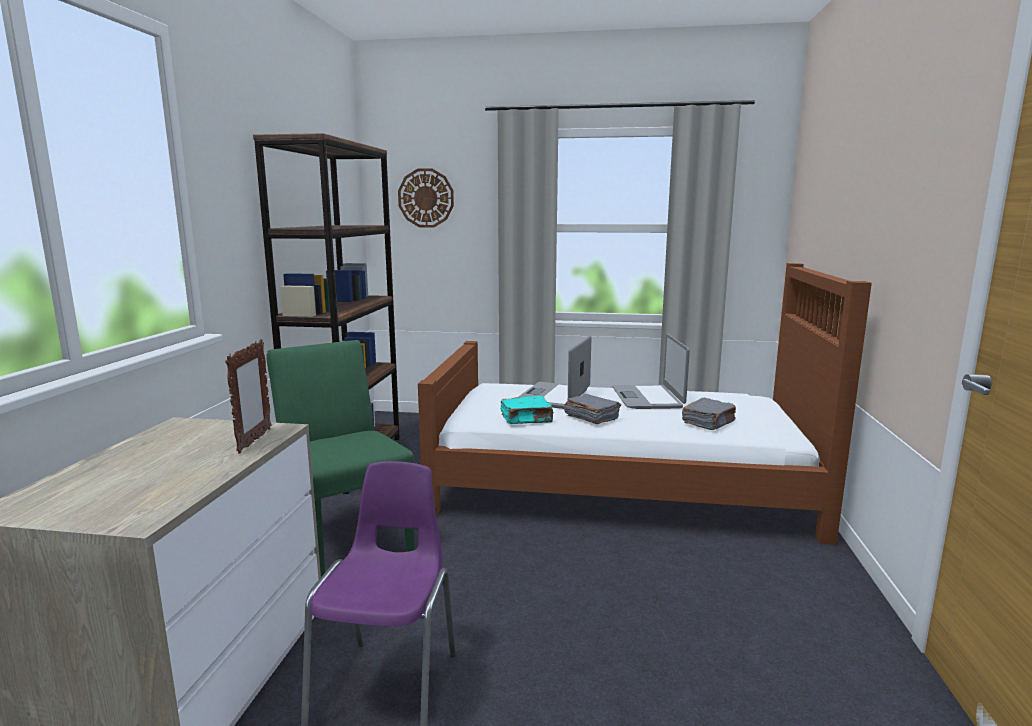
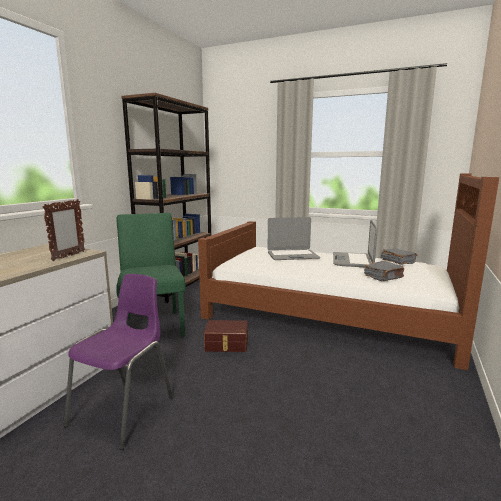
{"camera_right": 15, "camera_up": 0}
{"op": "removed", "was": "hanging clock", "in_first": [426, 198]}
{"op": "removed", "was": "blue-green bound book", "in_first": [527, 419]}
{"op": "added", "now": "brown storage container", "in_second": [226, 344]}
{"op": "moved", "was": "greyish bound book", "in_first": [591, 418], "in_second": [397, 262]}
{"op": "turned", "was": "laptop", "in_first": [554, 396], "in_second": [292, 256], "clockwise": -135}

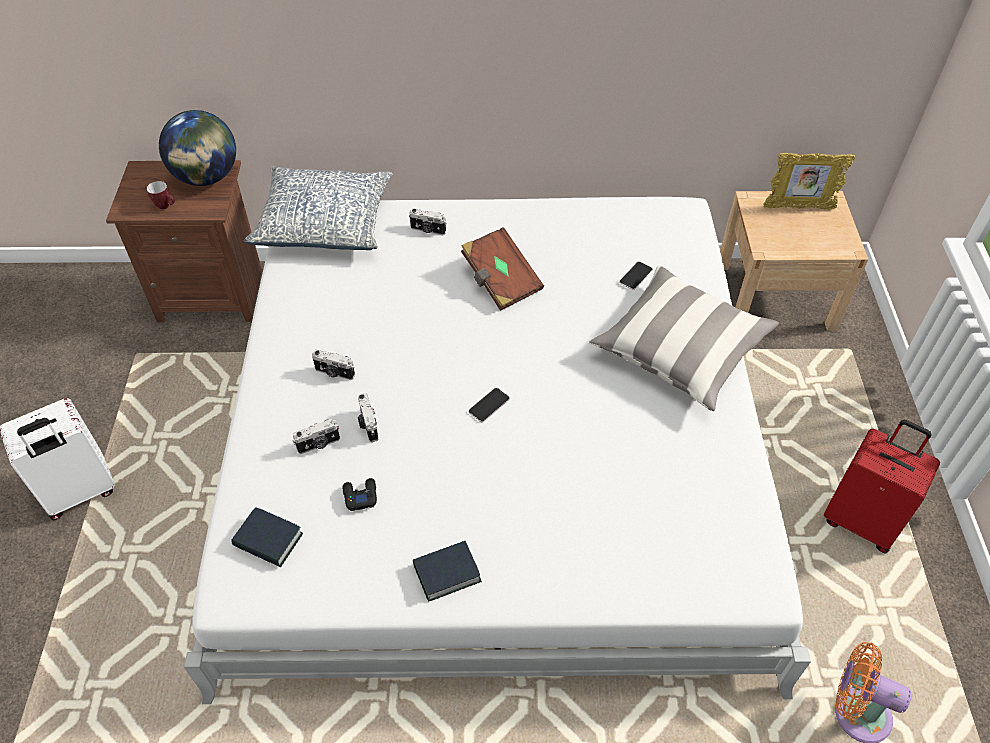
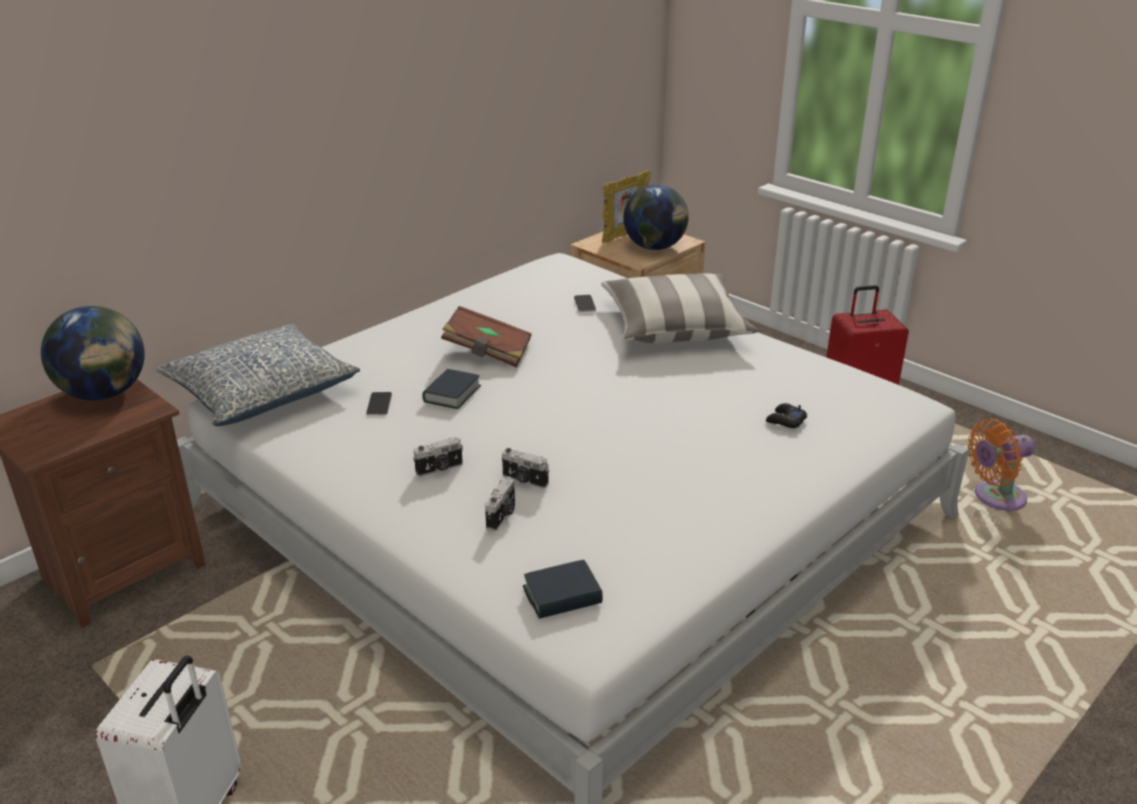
{"camera_right": -45, "camera_up": -20}
{"op": "removed", "was": "coffee mug", "in_first": [166, 206]}
{"op": "removed", "was": "photo camera", "in_first": [428, 230]}
{"op": "added", "now": "world globe", "in_second": [655, 247]}
{"op": "moved", "was": "blackish gamepad", "in_first": [360, 496], "in_second": [785, 420]}
{"op": "moved", "was": "bound book", "in_first": [446, 573], "in_second": [452, 394]}
{"op": "moved", "was": "handset", "in_first": [489, 405], "in_second": [379, 404]}

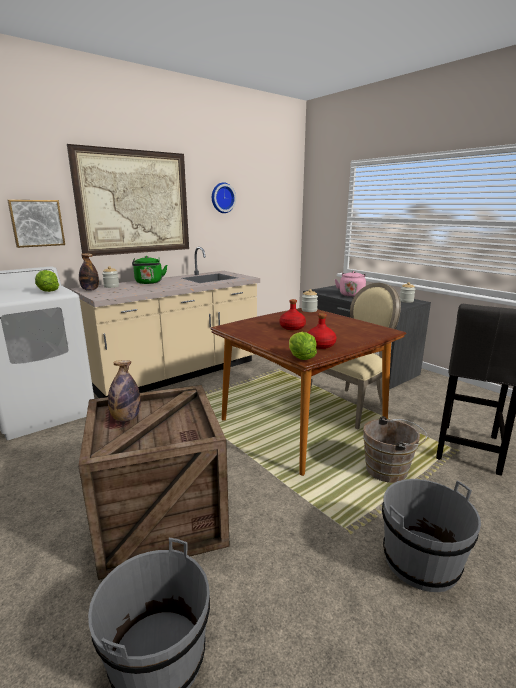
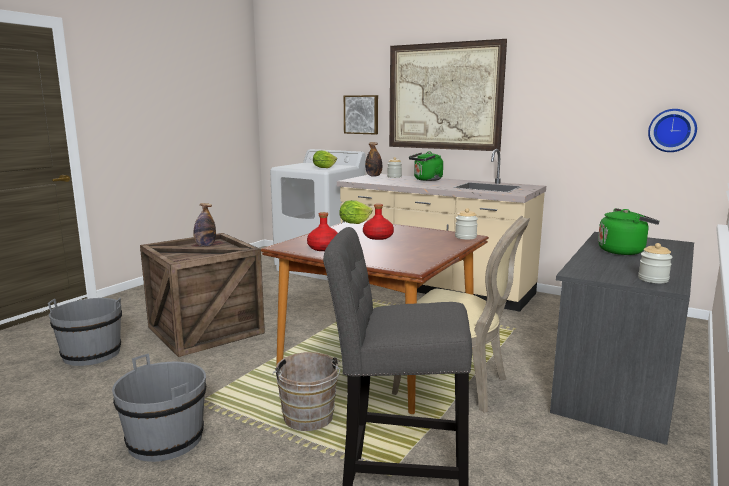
{"camera_right": 70, "camera_up": -5}
{"op": "moved", "was": "hanging clock", "in_first": [222, 198], "in_second": [672, 130]}
{"op": "moved", "was": "lettuce", "in_first": [300, 358], "in_second": [354, 223]}
{"op": "recoloured", "was": "pinkish tea kettle", "now": "greenish tea kettle", "in_first": [351, 295], "in_second": [623, 251]}

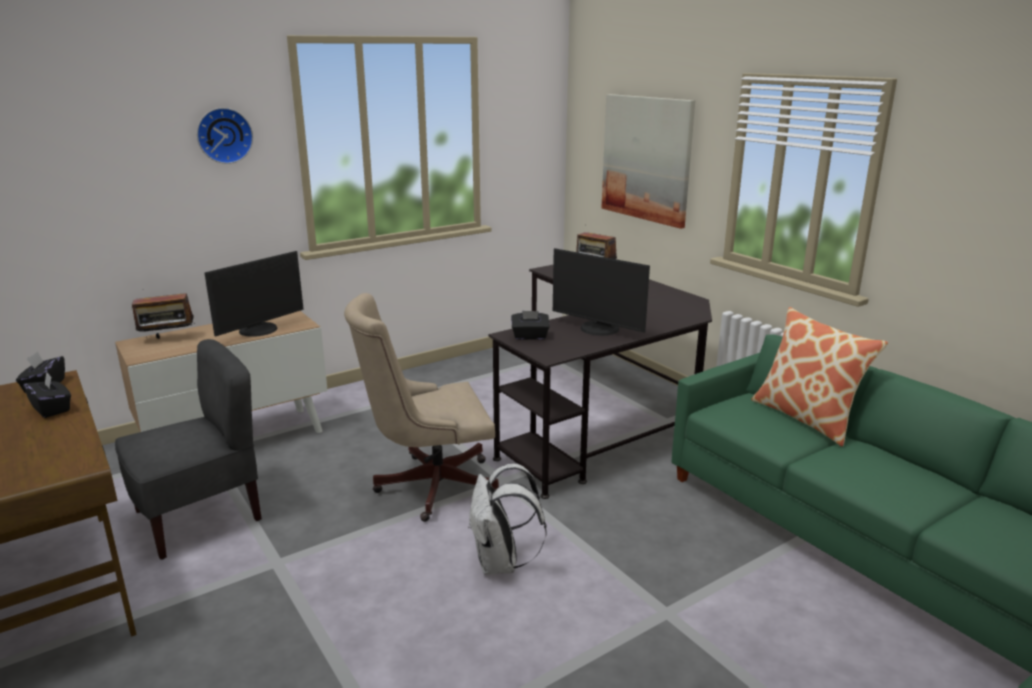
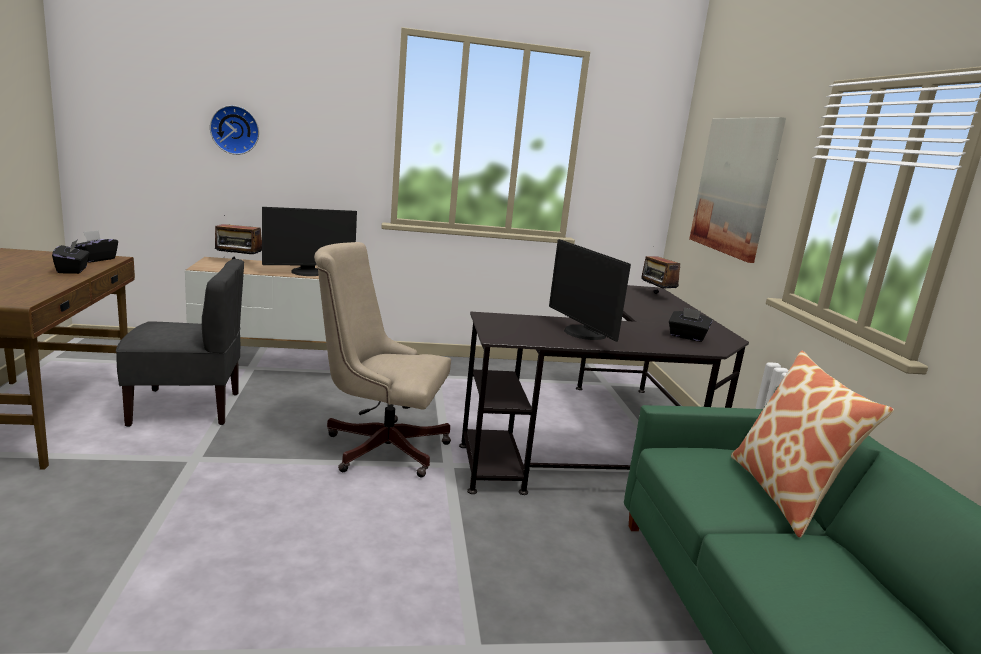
{"camera_right": 25, "camera_up": -5}
{"op": "removed", "was": "whitish knapsack", "in_first": [501, 563]}
{"op": "moved", "was": "hanging clock", "in_first": [224, 135], "in_second": [235, 130]}
{"op": "moved", "was": "blackish tissue holder", "in_first": [530, 337], "in_second": [687, 337]}

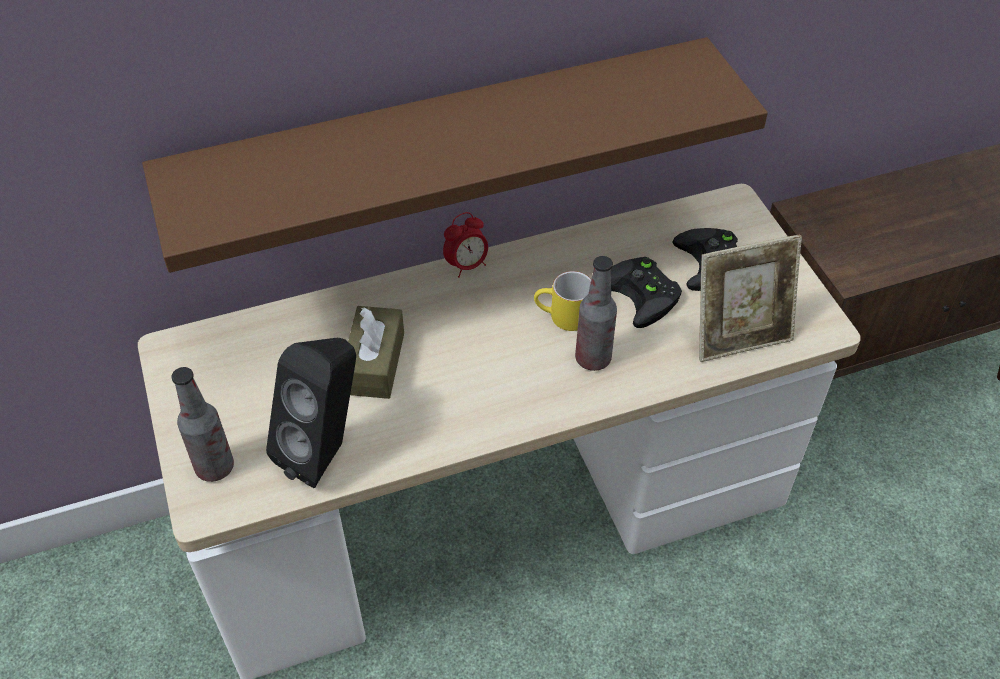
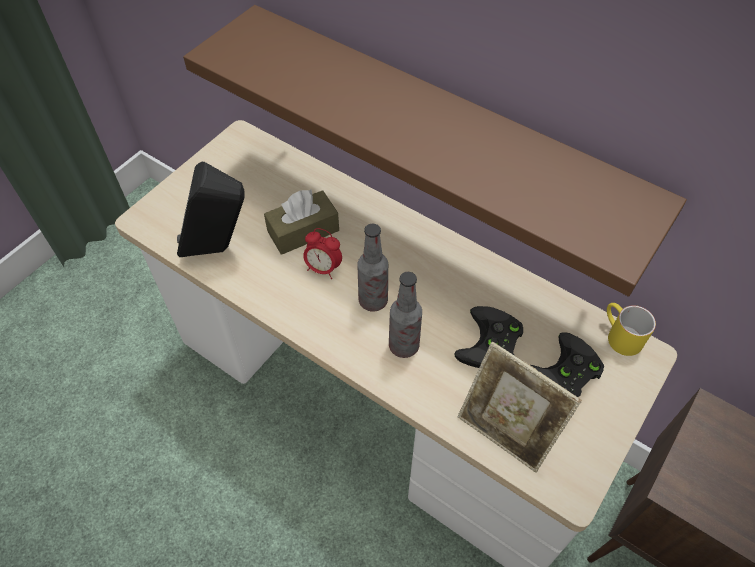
{"camera_right": 55, "camera_up": 5}
{"op": "moved", "was": "bottle", "in_first": [215, 467], "in_second": [373, 301]}
{"op": "moved", "was": "alarm clock", "in_first": [467, 265], "in_second": [323, 268]}
{"op": "moved", "was": "yellowish coffee mug", "in_first": [562, 317], "in_second": [618, 336]}

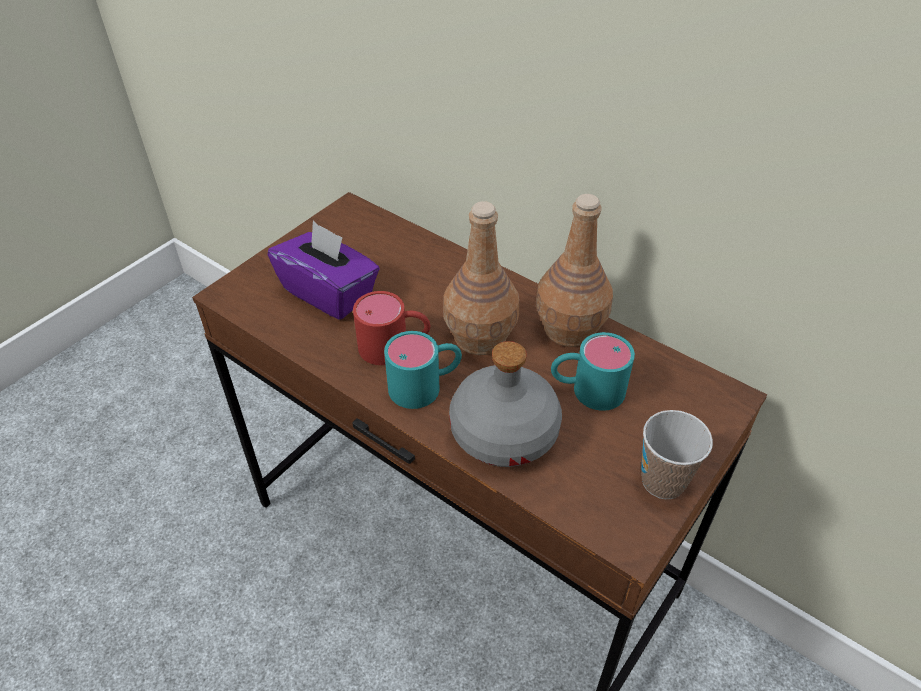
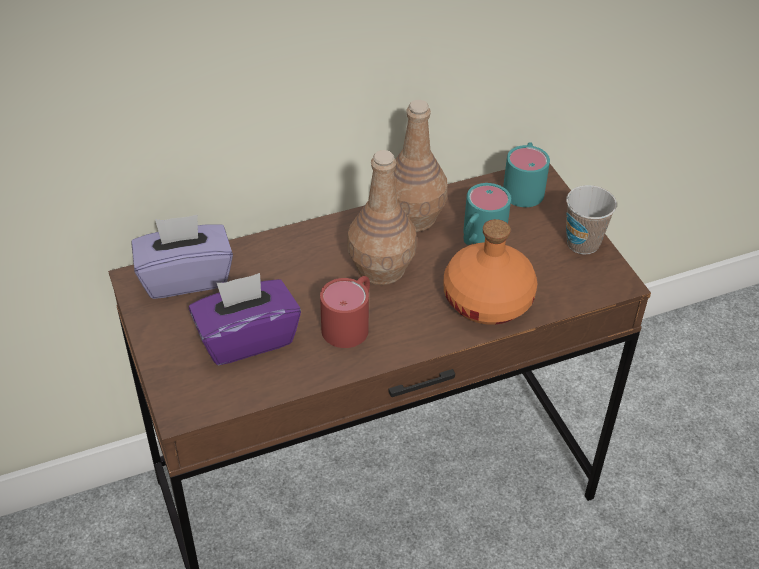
{"camera_right": -60, "camera_up": 0}
{"op": "added", "now": "purple-coloured tissue holder", "in_second": [185, 277]}
{"op": "moved", "was": "blue-green coffee mug", "in_first": [425, 385], "in_second": [524, 187]}
{"op": "recoloured", "was": "greyish bottle", "now": "orange-coloured bottle", "in_first": [505, 433], "in_second": [488, 299]}

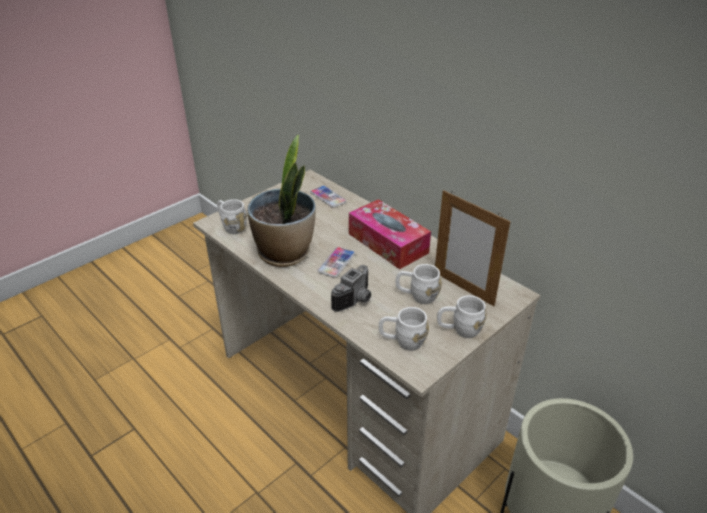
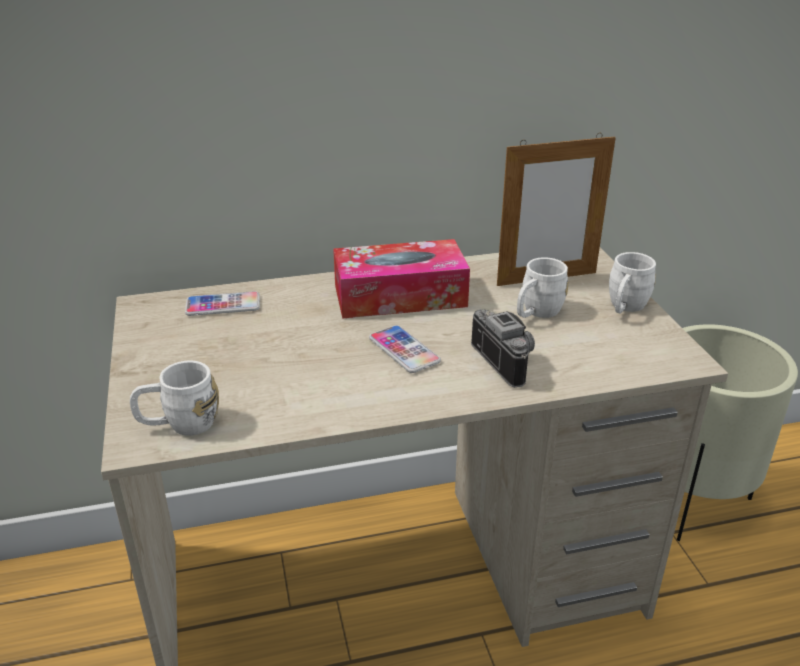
{"camera_right": -60, "camera_up": -5}
{"op": "removed", "was": "plant in a pot", "in_first": [285, 253]}
{"op": "removed", "was": "whitish coffee mug", "in_first": [402, 341]}

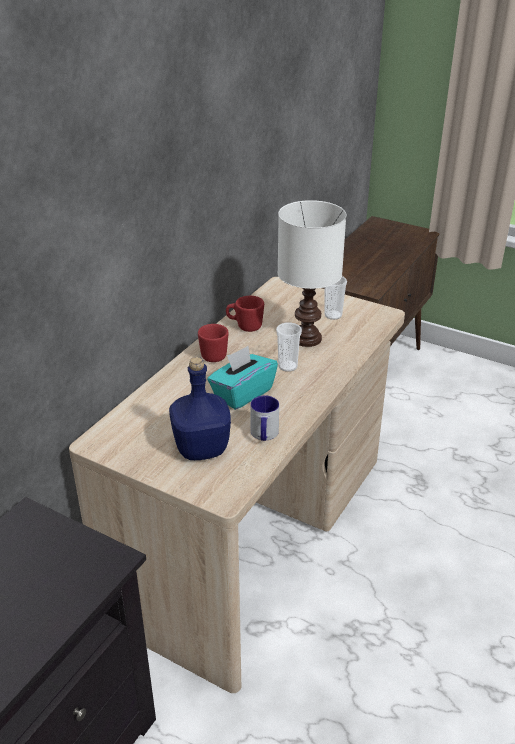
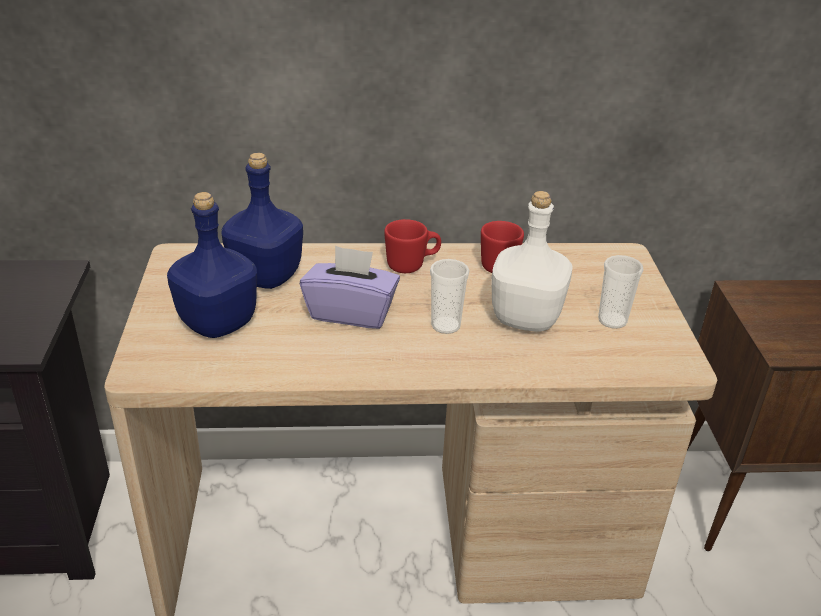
{"camera_right": 55, "camera_up": 0}
{"op": "removed", "was": "coffee mug", "in_first": [264, 435]}
{"op": "added", "now": "blue-coloured bottle", "in_second": [267, 277]}
{"op": "replaced", "was": "whitish tabletop lamp", "now": "whitish bottle", "in_first": [305, 338], "in_second": [525, 317]}
{"op": "recoloured", "was": "blue-green tissue holder", "now": "purple-coloured tissue holder", "in_first": [242, 393], "in_second": [351, 312]}

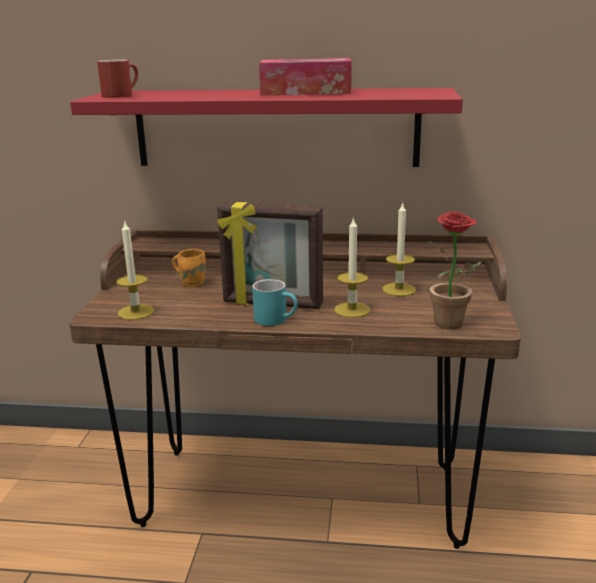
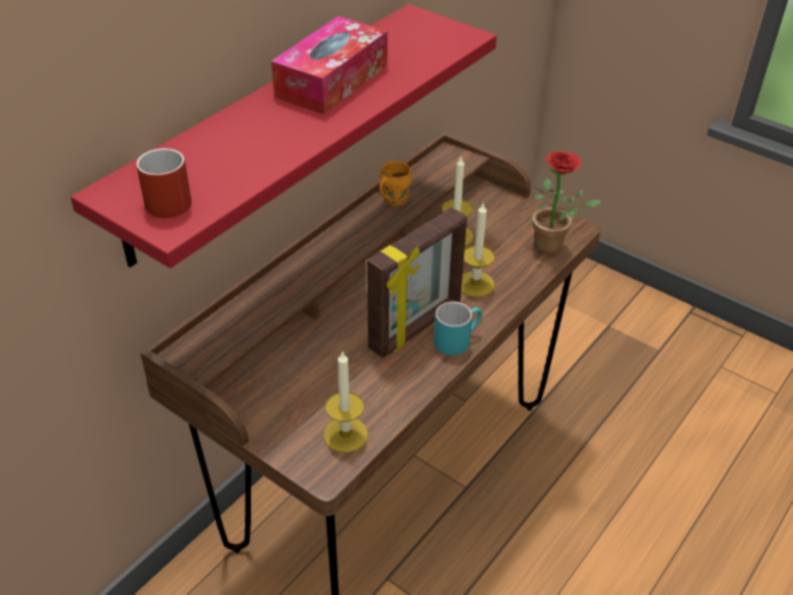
{"camera_right": -60, "camera_up": 20}
{"op": "moved", "was": "orange-coloured coffee mug", "in_first": [192, 282], "in_second": [393, 199]}

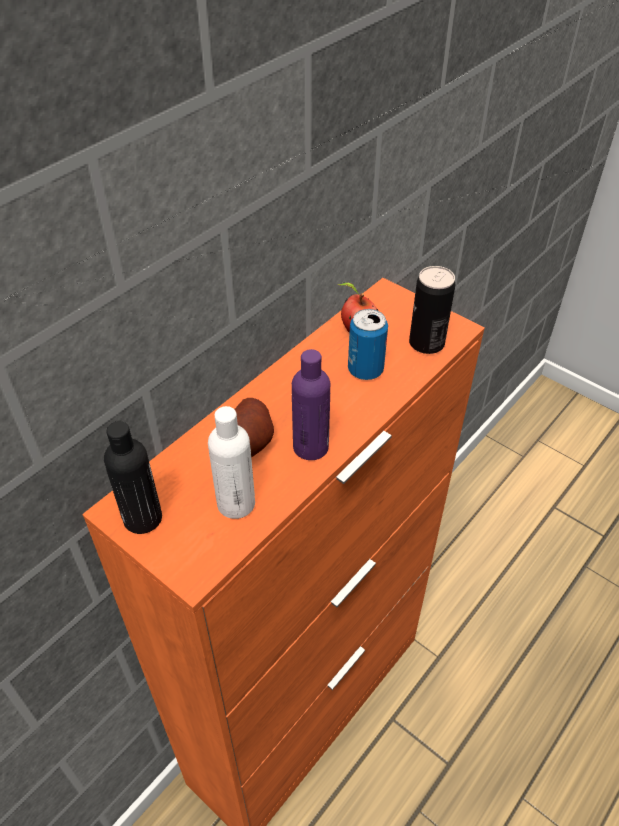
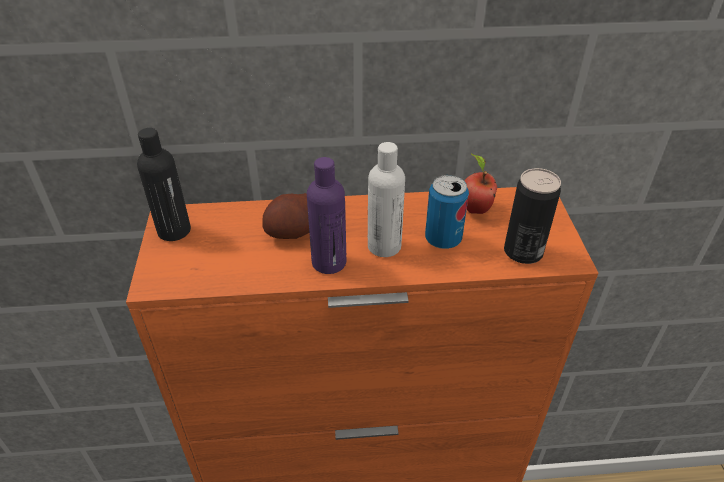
{"camera_right": 45, "camera_up": -5}
{"op": "moved", "was": "whitish bottle", "in_first": [236, 503], "in_second": [384, 246]}

